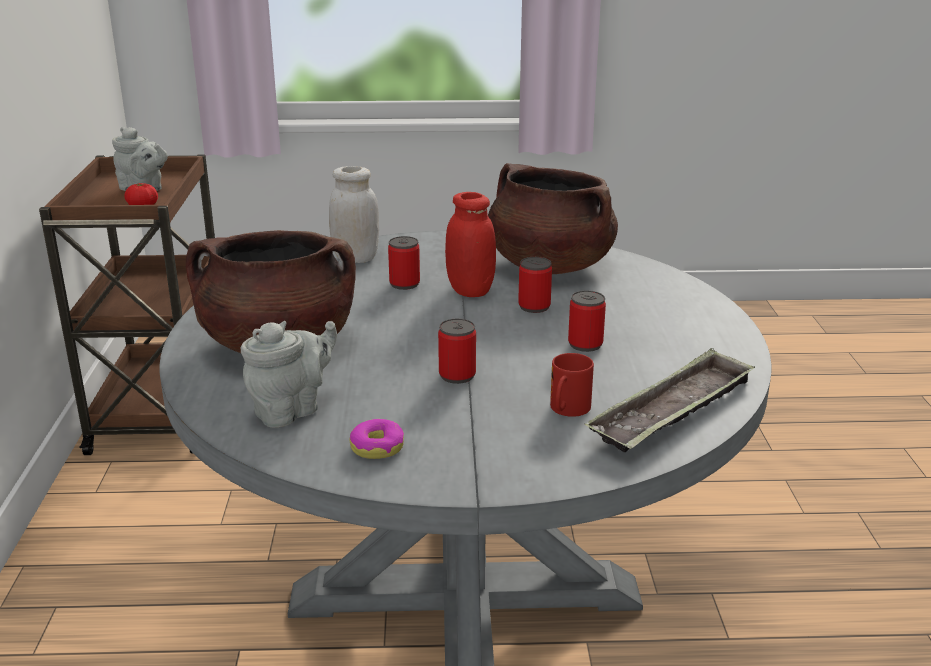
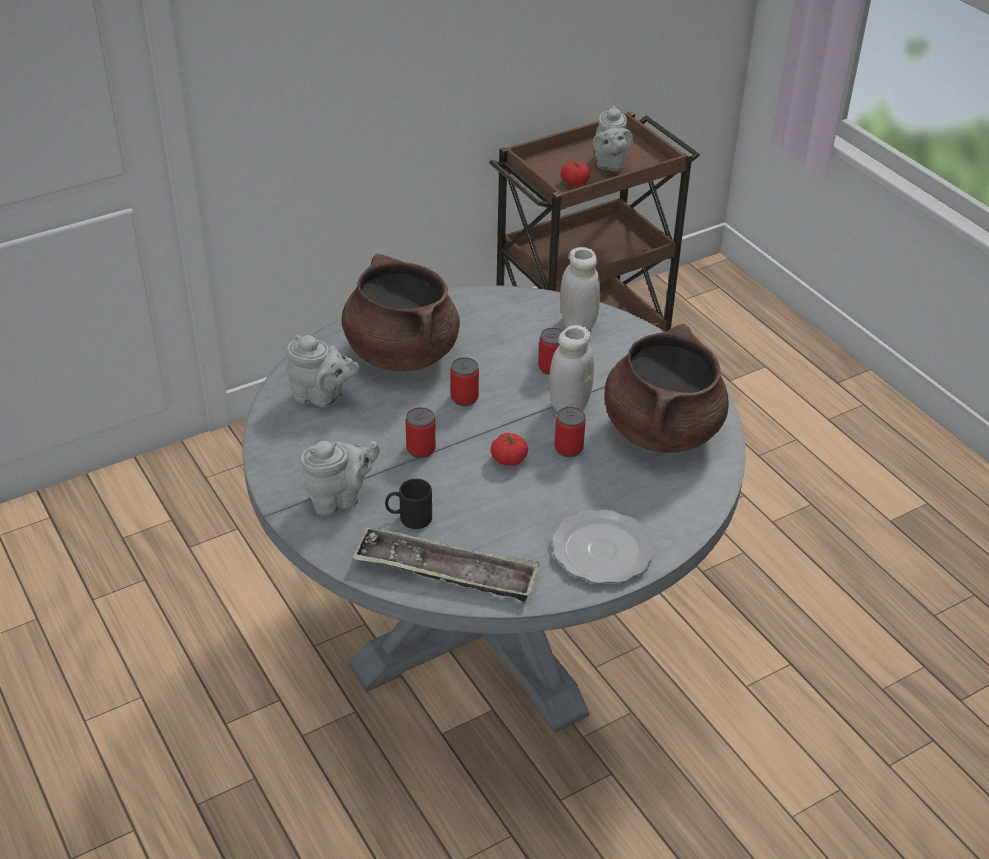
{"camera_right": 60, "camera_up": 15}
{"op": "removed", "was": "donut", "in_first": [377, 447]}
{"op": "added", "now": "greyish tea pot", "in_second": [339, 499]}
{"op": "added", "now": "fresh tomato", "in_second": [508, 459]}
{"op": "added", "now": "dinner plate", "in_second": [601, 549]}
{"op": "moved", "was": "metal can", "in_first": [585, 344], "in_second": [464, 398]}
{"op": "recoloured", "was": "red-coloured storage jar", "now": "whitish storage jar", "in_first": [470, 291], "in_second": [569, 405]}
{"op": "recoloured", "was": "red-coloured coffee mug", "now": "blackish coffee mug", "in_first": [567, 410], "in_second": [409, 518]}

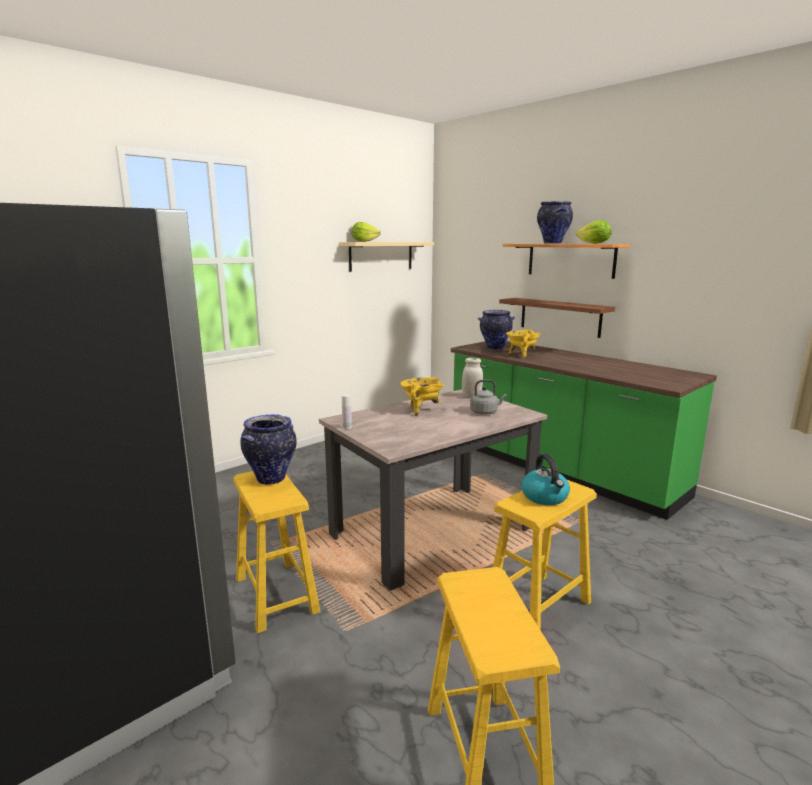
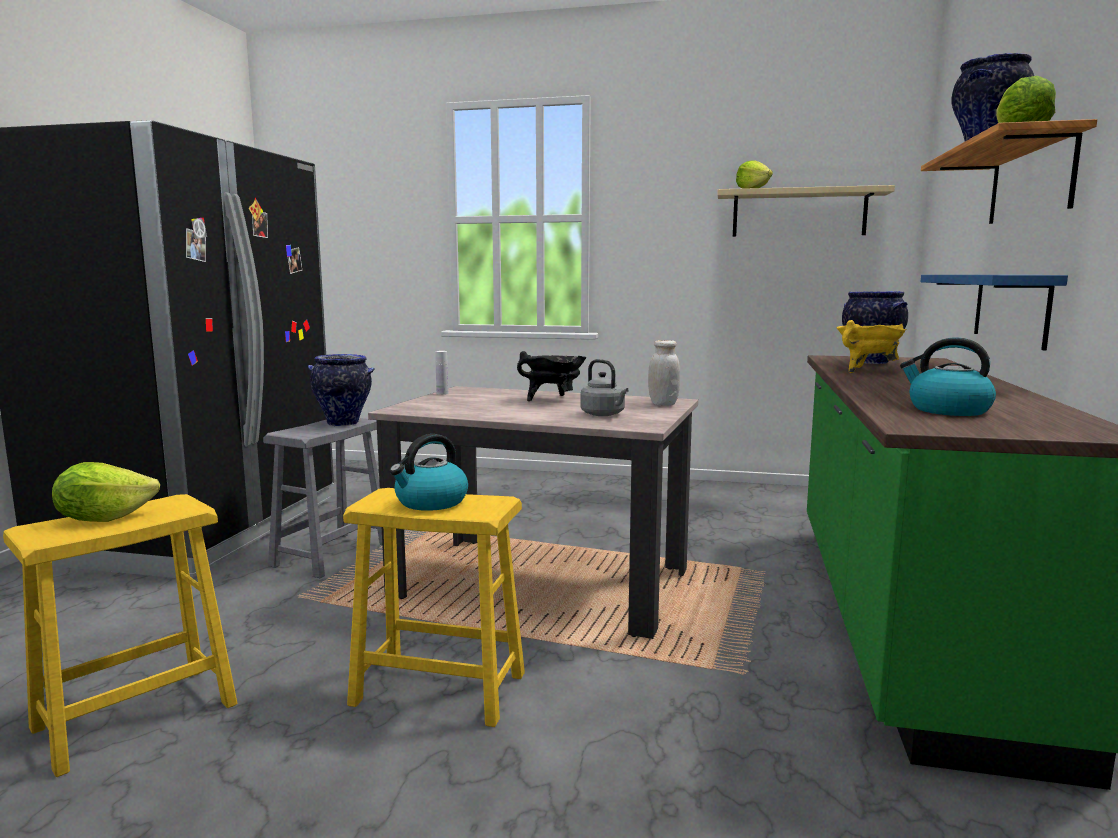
{"camera_right": 55, "camera_up": -5}
{"op": "added", "now": "lettuce", "in_second": [104, 518]}
{"op": "added", "now": "tea kettle", "in_second": [947, 410]}
{"op": "recoloured", "was": "yellowish stool seat", "now": "greyish stool seat", "in_first": [276, 595], "in_second": [331, 554]}
{"op": "recoloured", "was": "yellowish cooking pot", "now": "blackish cooking pot", "in_first": [421, 410], "in_second": [554, 399]}
{"op": "recoloured", "was": "brown wall shelf", "now": "blue-coloured wall shelf", "in_first": [560, 317], "in_second": [1010, 308]}

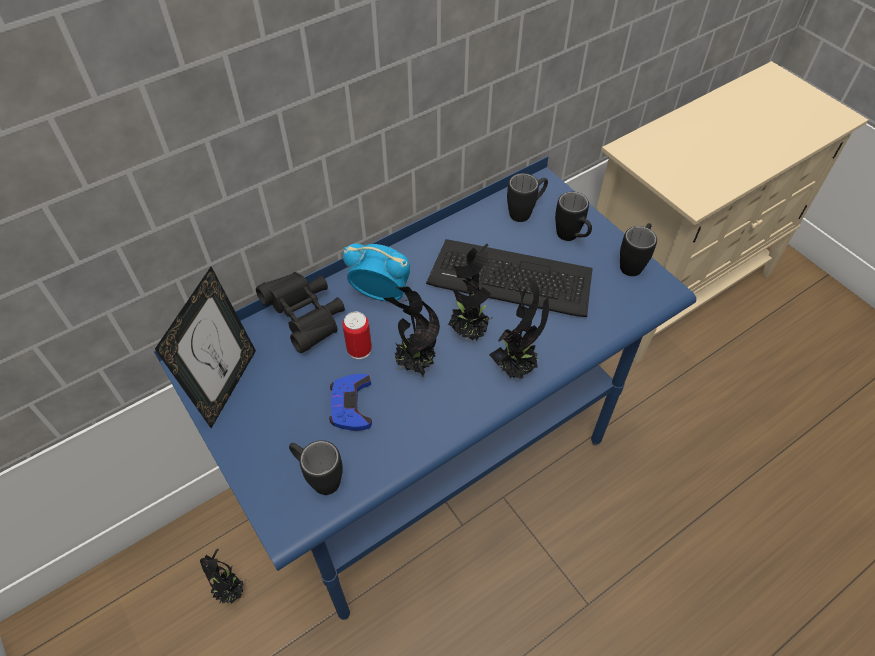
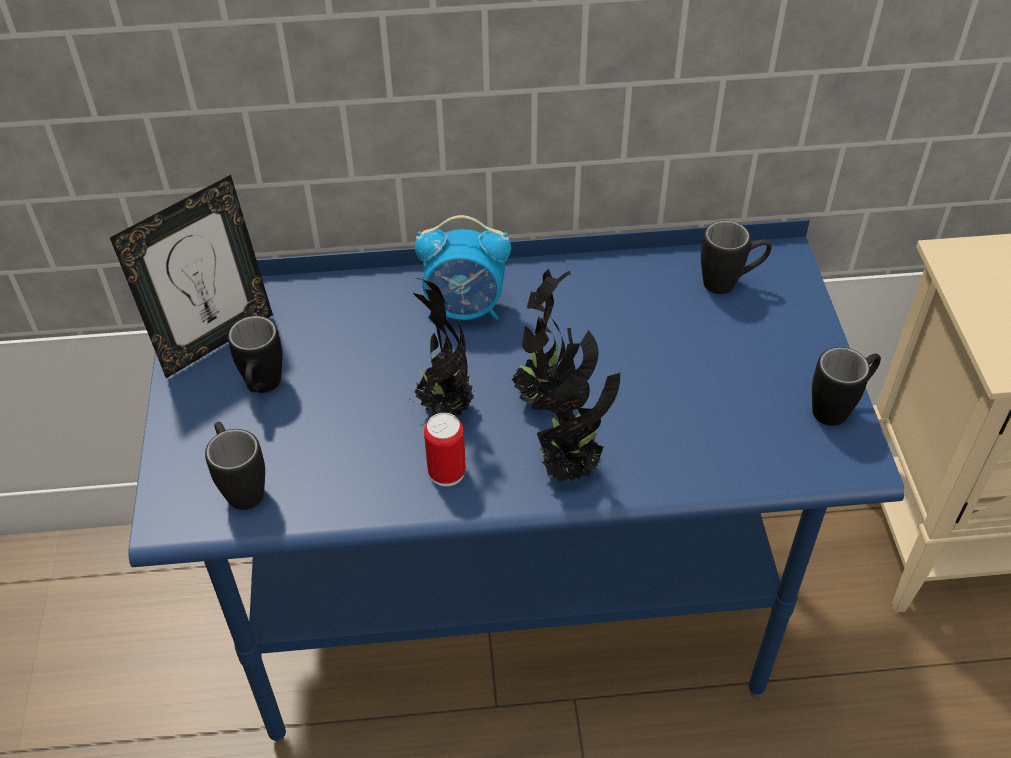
{"camera_right": 30, "camera_up": -5}
{"op": "removed", "was": "plant in a pot", "in_first": [232, 591]}
{"op": "removed", "was": "blackish binoculars", "in_first": [306, 318]}
{"op": "removed", "was": "blue-coloured gamepad", "in_first": [351, 405]}
{"op": "removed", "was": "PC keyboard", "in_first": [511, 279]}
{"op": "moved", "was": "metal can", "in_first": [359, 349], "in_second": [446, 472]}
{"op": "moved", "was": "blackish coffee mug", "in_first": [571, 238], "in_second": [262, 389]}
{"op": "turned", "was": "alarm clock", "in_first": [381, 293], "in_second": [465, 309], "clockwise": 135}

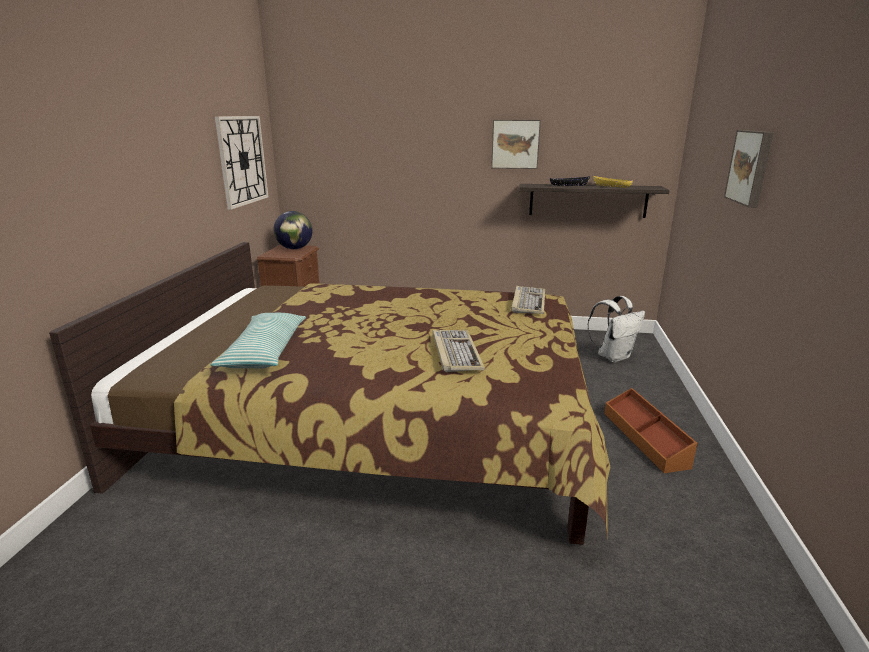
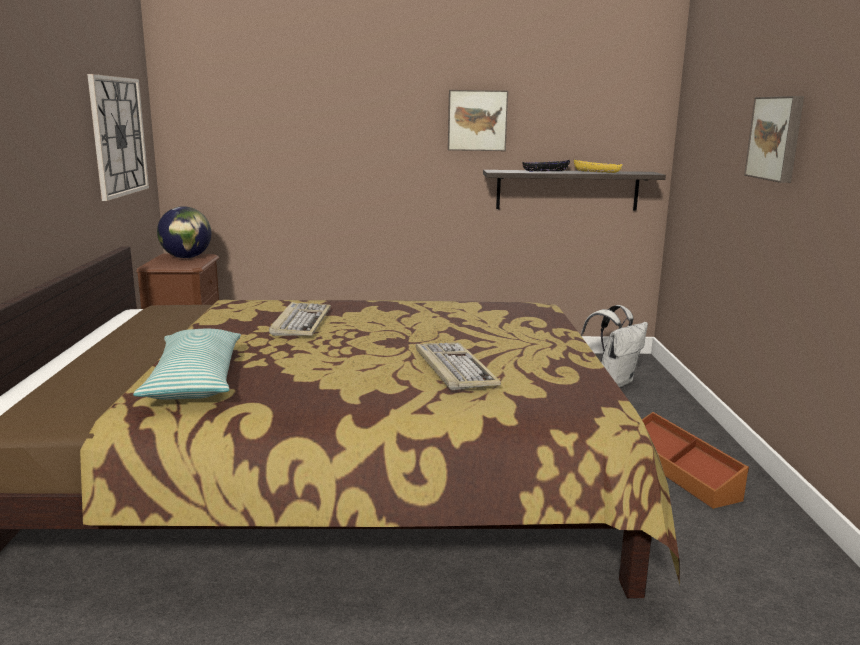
{"camera_right": -10, "camera_up": -5}
{"op": "moved", "was": "PC keyboard", "in_first": [528, 302], "in_second": [301, 322]}

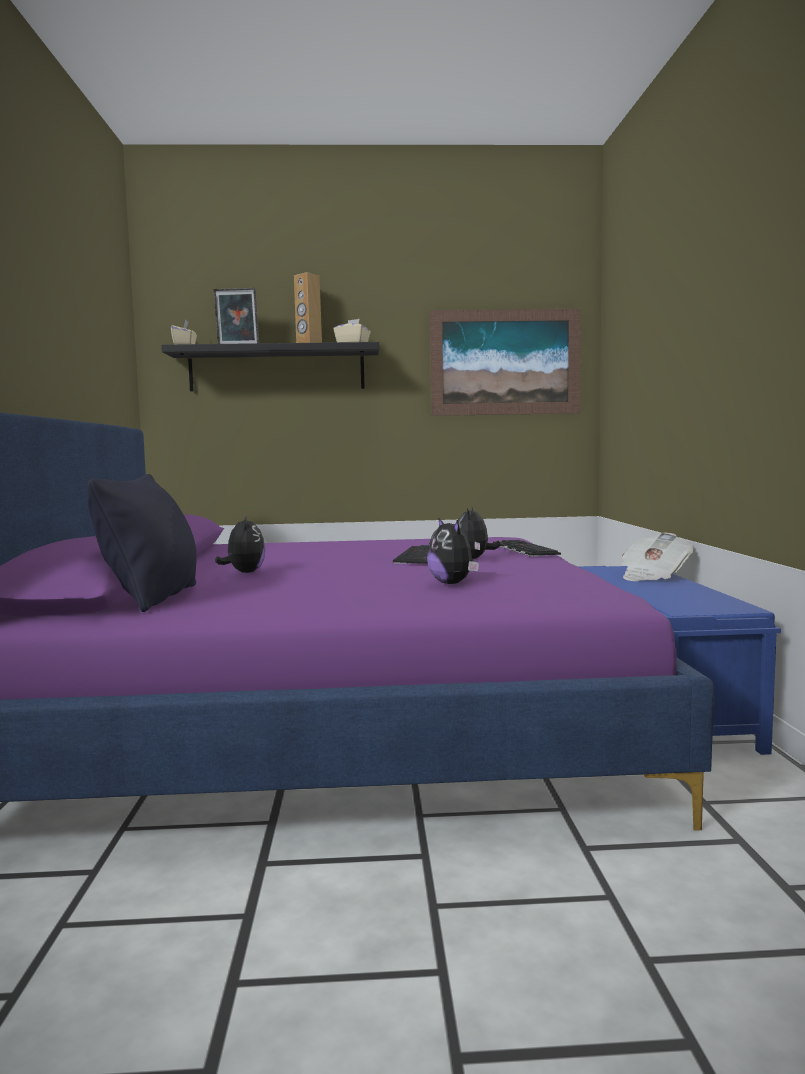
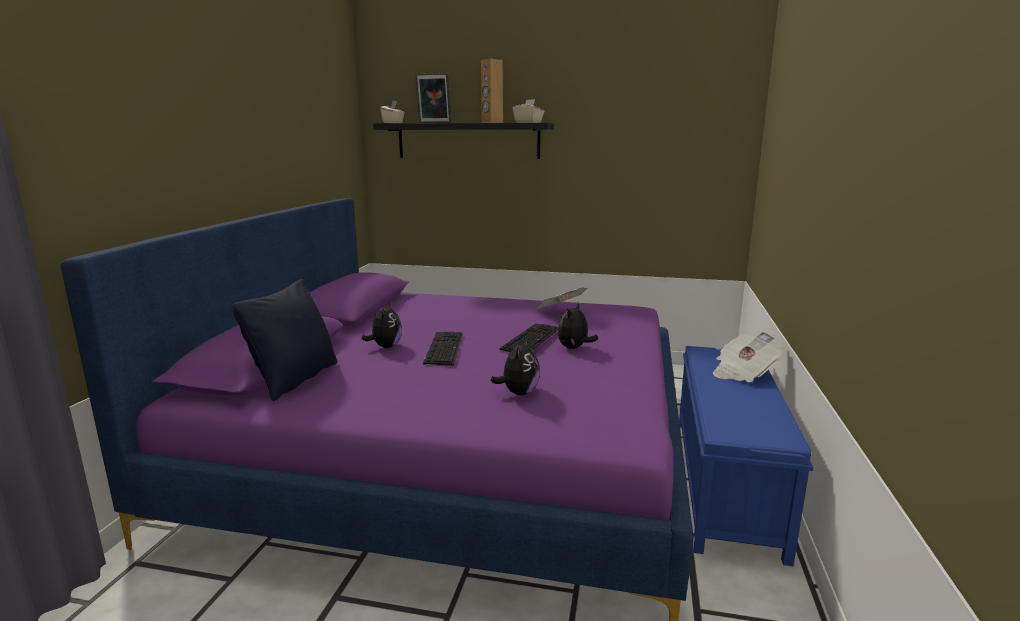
{"camera_right": 15, "camera_up": 10}
{"op": "removed", "was": "wall picture", "in_first": [505, 362]}
{"op": "added", "now": "daily paper", "in_second": [559, 312]}
{"op": "moved", "was": "PC keyboard", "in_first": [523, 549], "in_second": [443, 348]}
{"op": "turned", "was": "plush toy", "in_first": [452, 583], "in_second": [518, 393], "clockwise": -150}

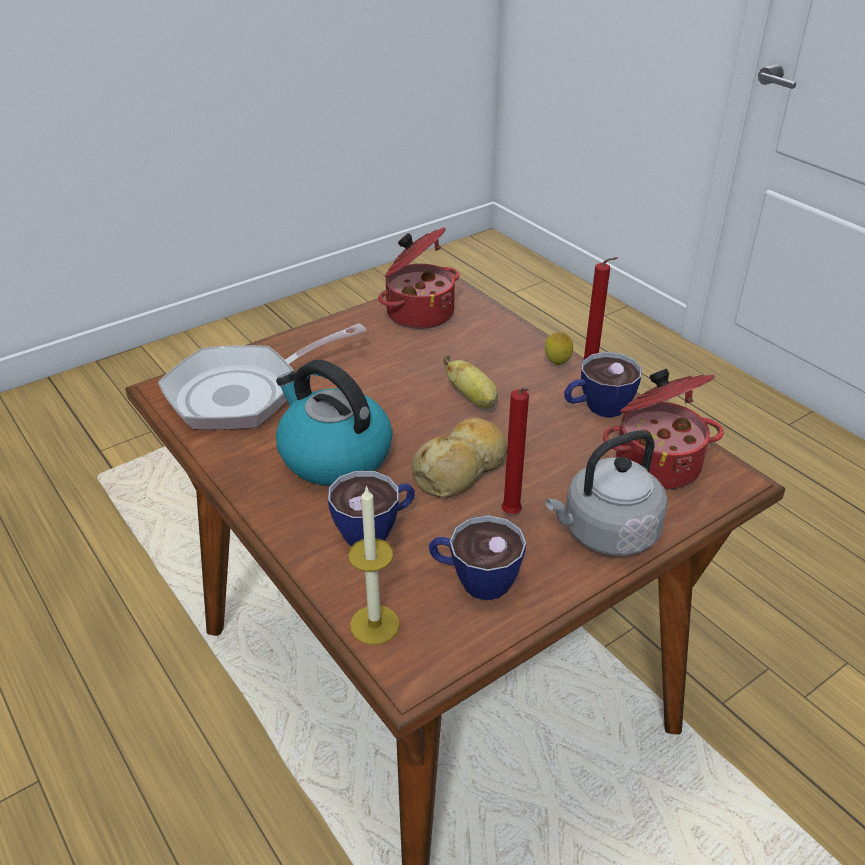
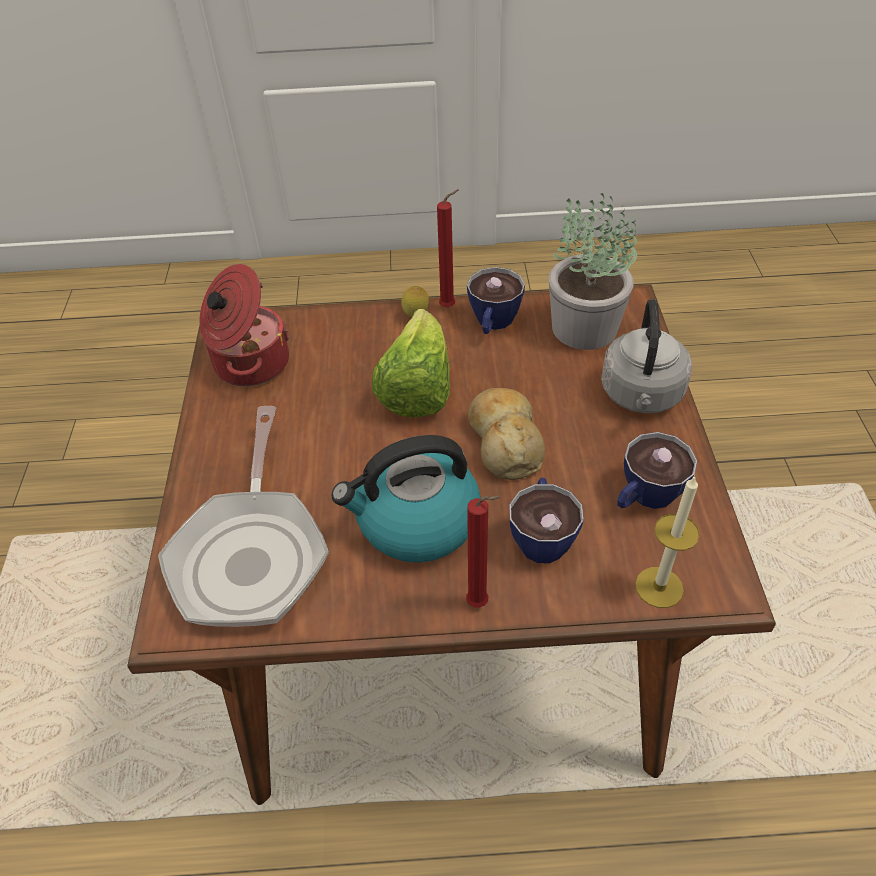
{"camera_right": -55, "camera_up": 10}
{"op": "moved", "was": "red-coloured wax candle", "in_first": [512, 515], "in_second": [480, 604]}
{"op": "replaced", "was": "banana fruit", "now": "lettuce", "in_first": [473, 399], "in_second": [416, 389]}
{"op": "replaced", "was": "cooking pot", "now": "plant in a pot", "in_first": [656, 463], "in_second": [583, 328]}

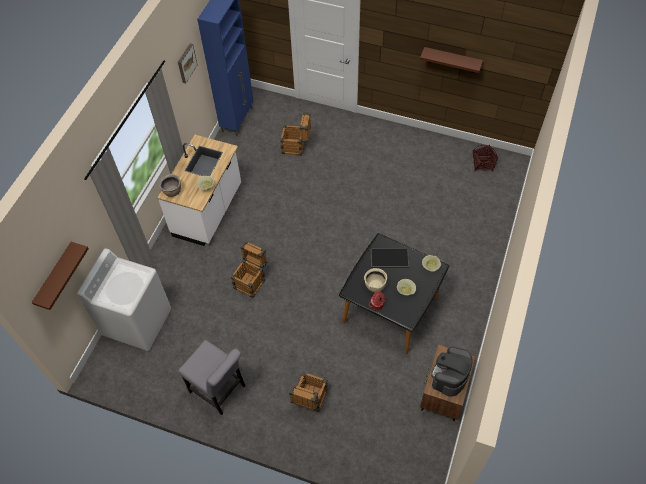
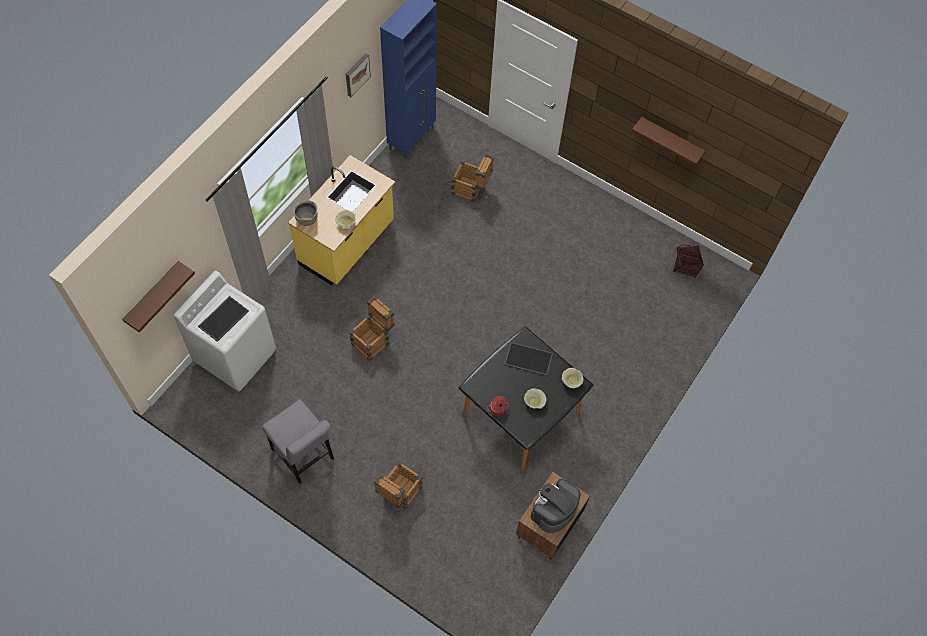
{"camera_right": 10, "camera_up": 5}
{"op": "removed", "was": "beige-coloured cooking pot", "in_first": [375, 286]}
{"op": "added", "now": "tray", "in_second": [223, 318]}
{"op": "recoloured", "was": "whitish kitchen counter", "now": "yellowish kitchen counter", "in_first": [208, 211], "in_second": [347, 244]}

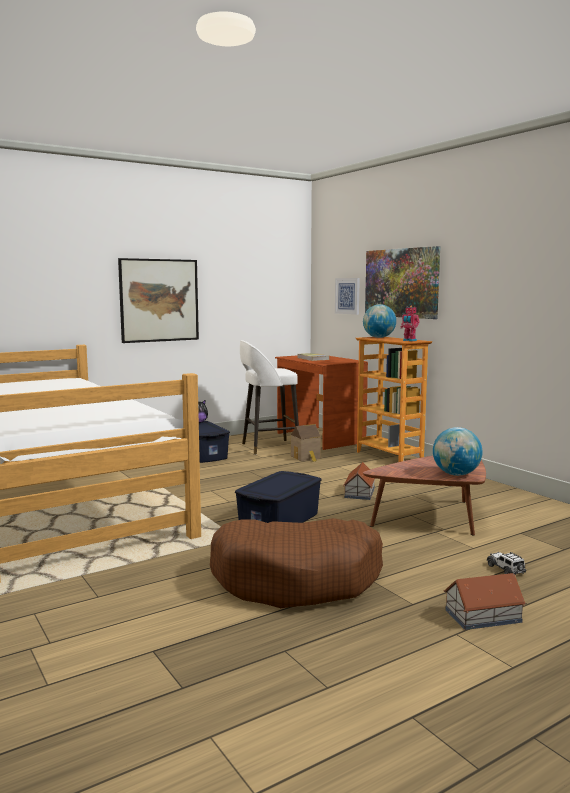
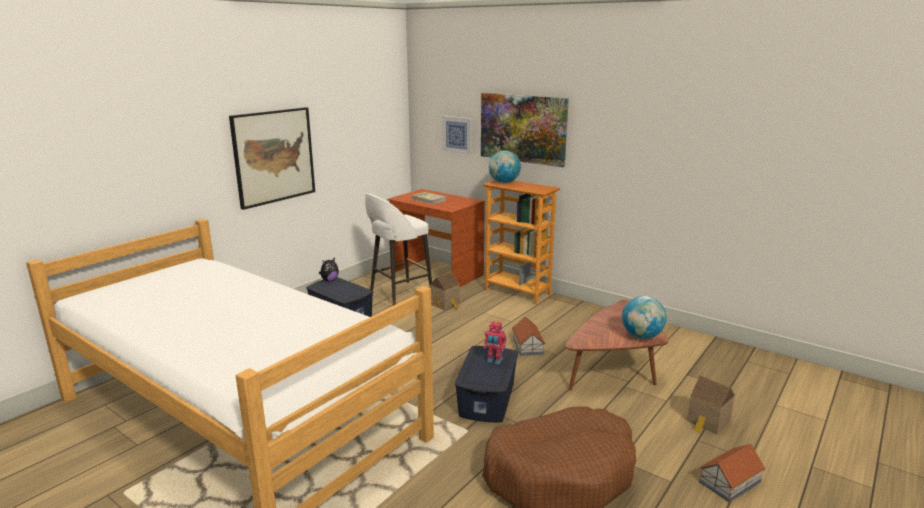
{"camera_right": -20, "camera_up": 10}
{"op": "moved", "was": "model robot", "in_first": [409, 340], "in_second": [494, 361]}
{"op": "replaced", "was": "toy car", "now": "miniature house", "in_first": [506, 570], "in_second": [707, 422]}

